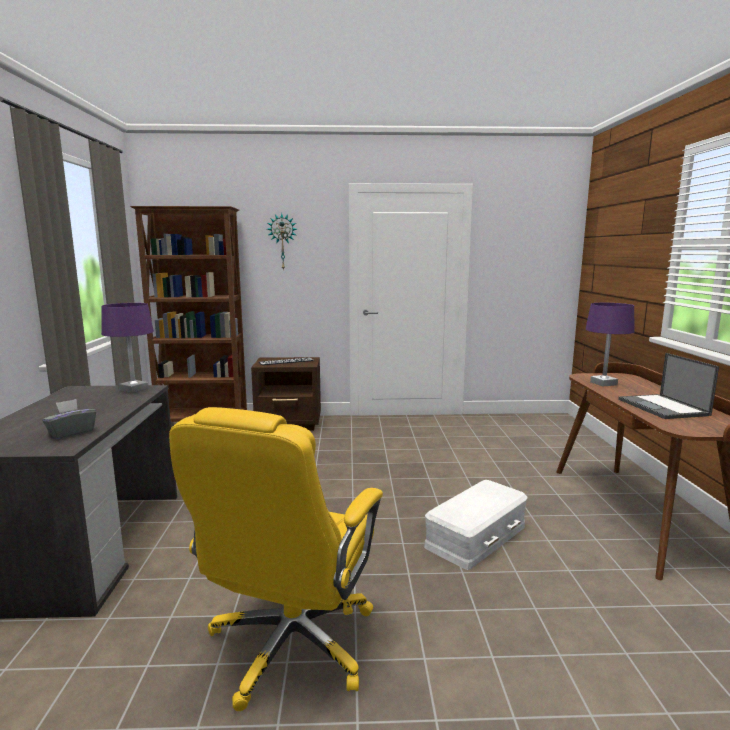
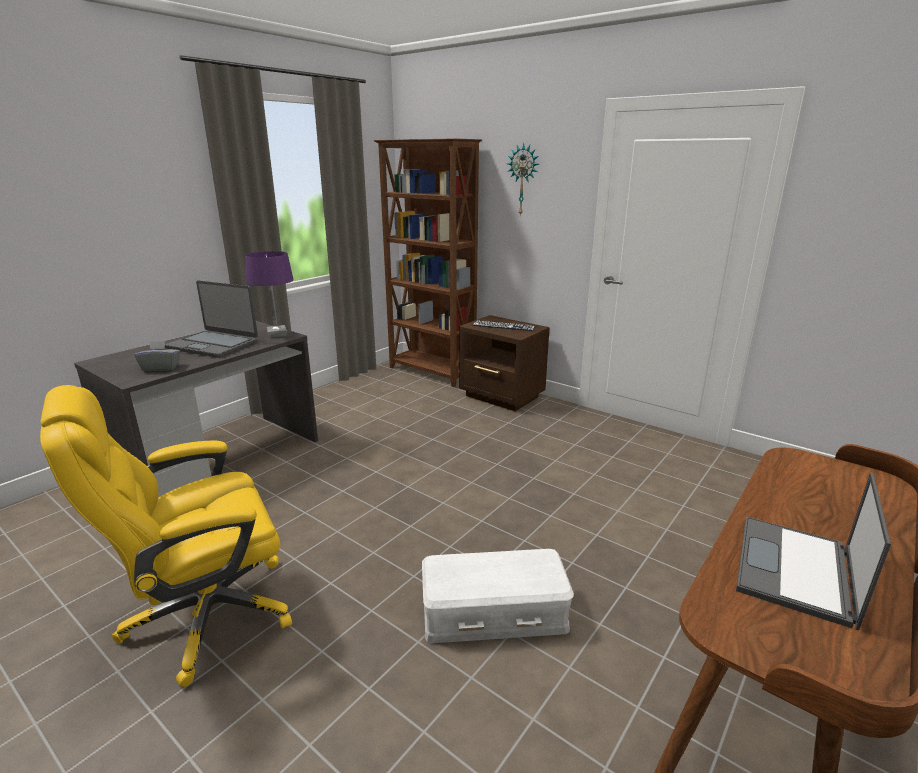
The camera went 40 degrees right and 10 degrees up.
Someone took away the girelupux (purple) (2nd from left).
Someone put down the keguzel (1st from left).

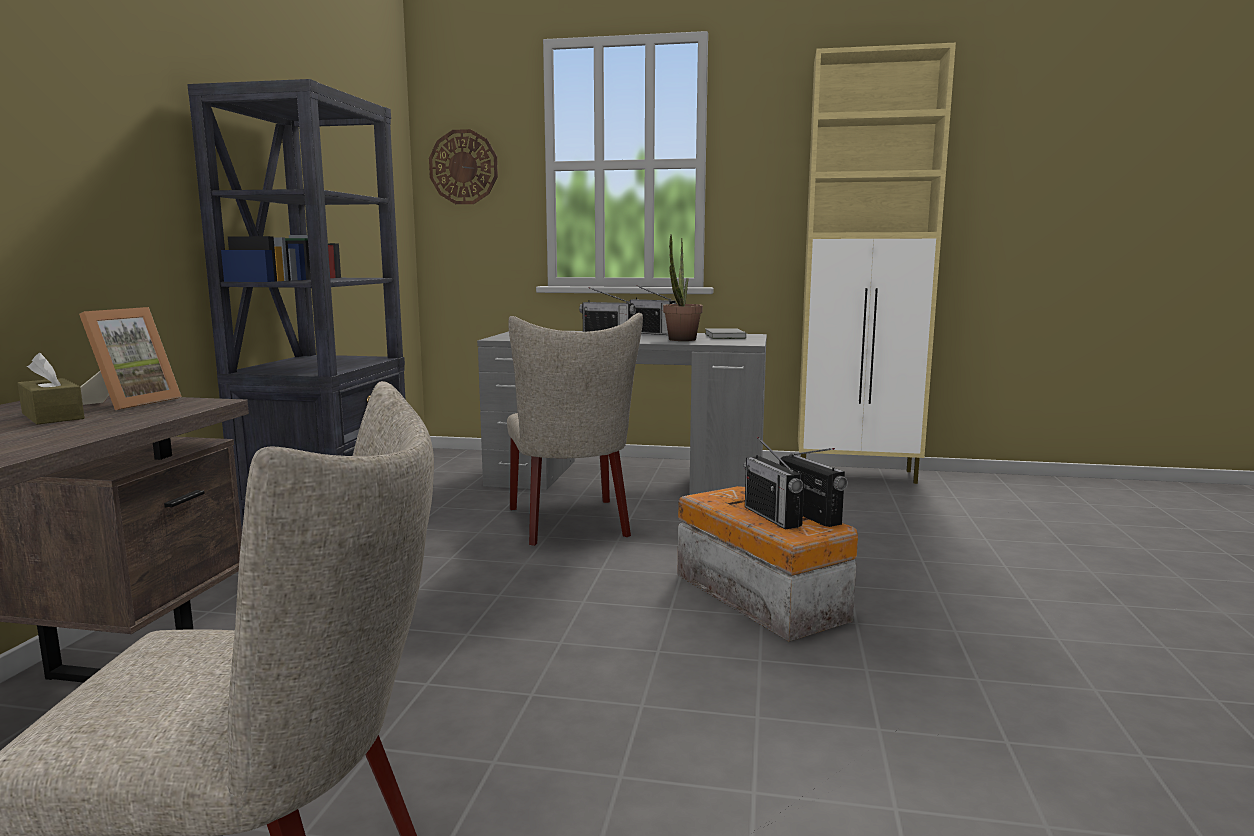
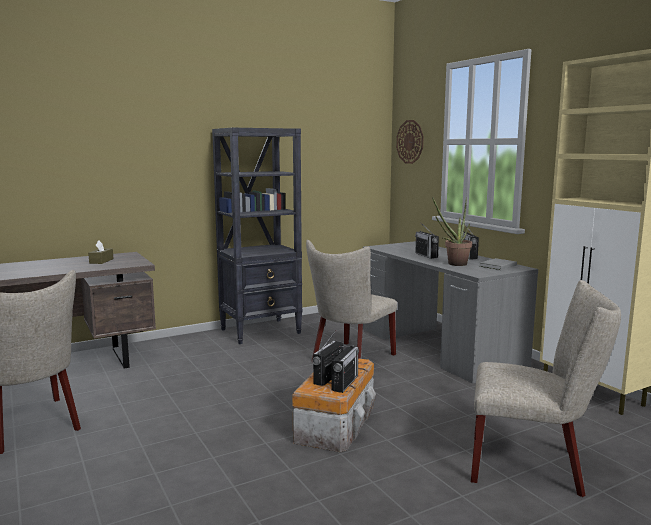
The camera went 50 degrees right and 0 degrees up.
Someone took away the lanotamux.
Someone put down the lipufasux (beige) (3rd from left).

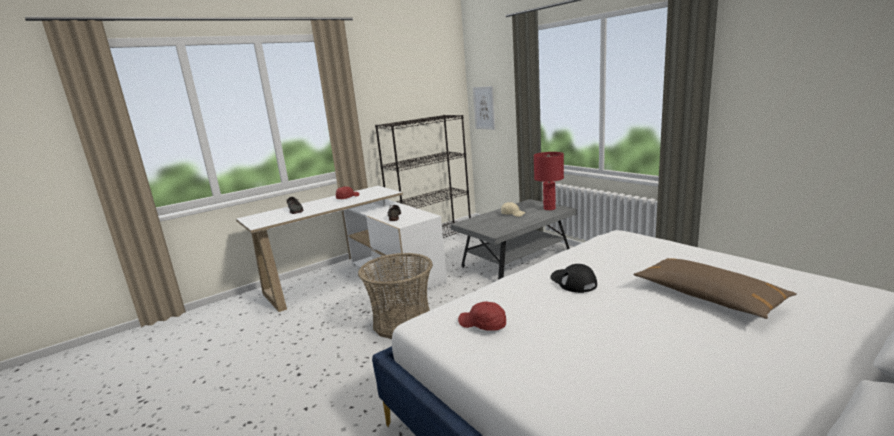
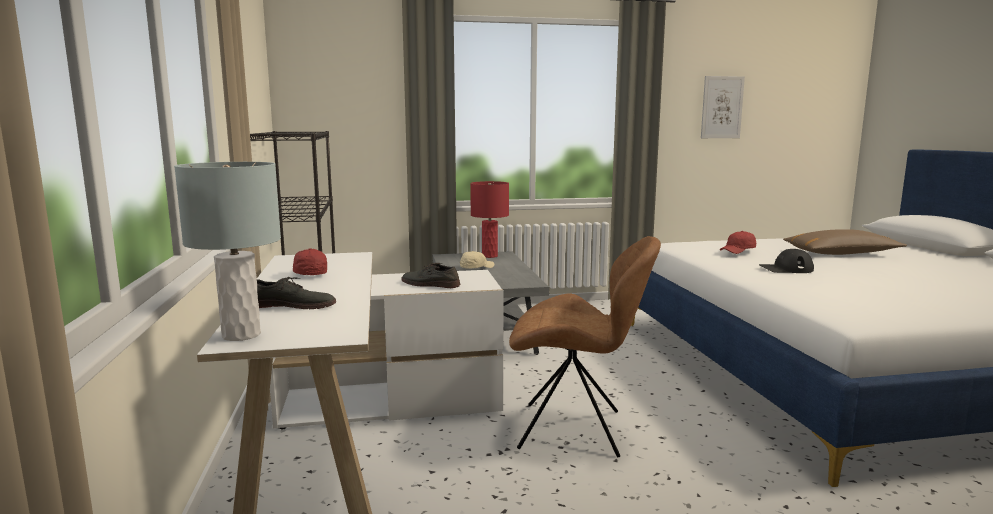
The camera went 65 degrees left and 5 degrees down.
Someone put down the girelupux (grey).
Someone carried the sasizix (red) (2nd from left).
Someone carried the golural.
Someone swapped the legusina for the lipufasux (brown).

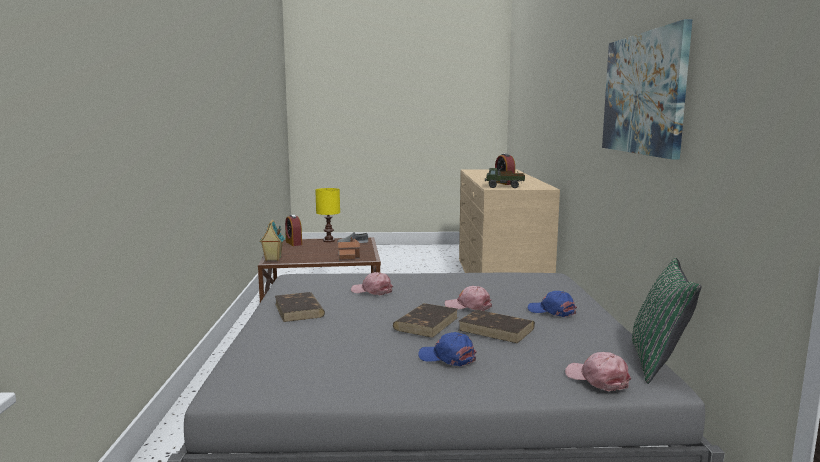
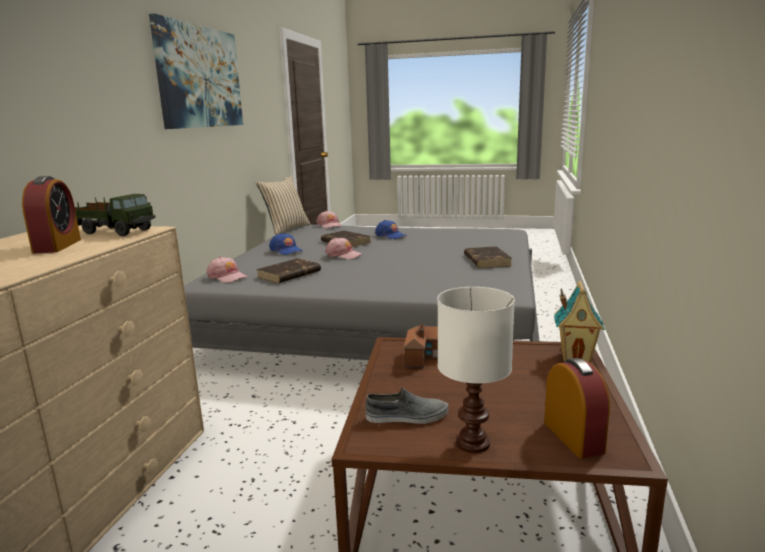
The camera went 165 degrees left and 5 degrees up.
Someone carried the sasizix (pink) (1st from left).
Someone carried the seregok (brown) (2nd from left in the first image).
Someone repainted the girelupux (yellow), which became the girelupux (white).
Someone repainted the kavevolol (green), which became the kavevolol (beige).

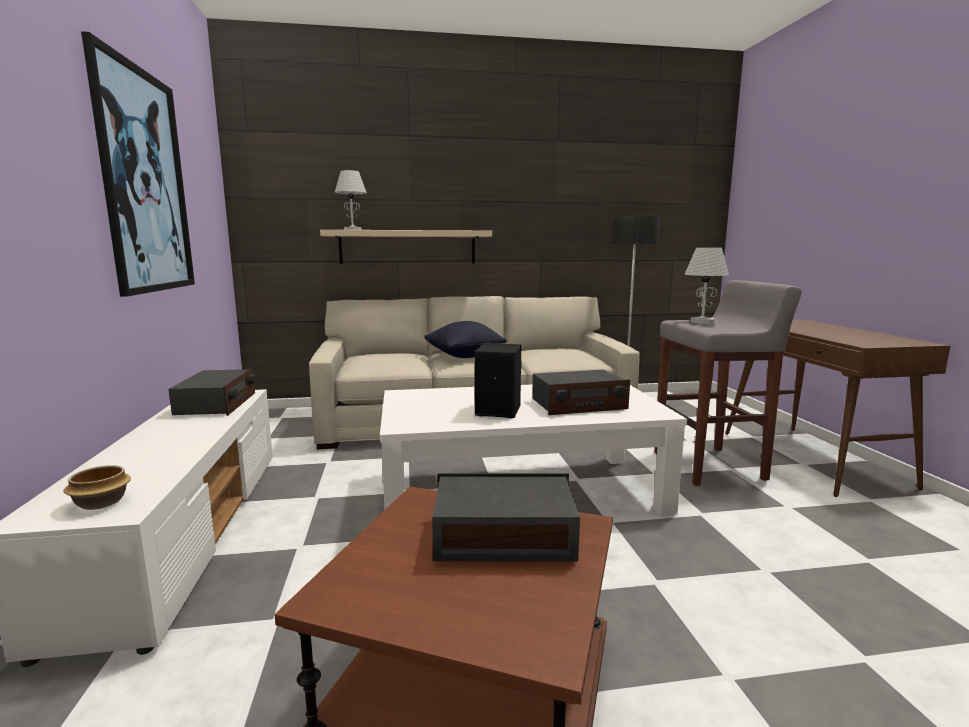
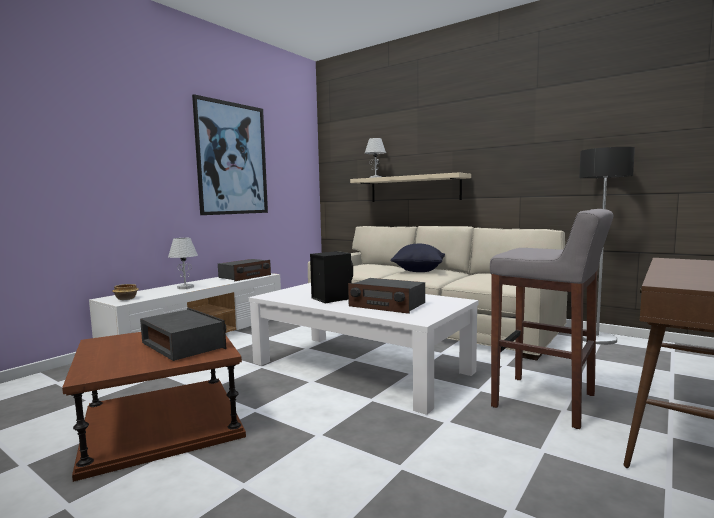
The camera went 45 degrees right and 5 degrees down.
Someone carried the girelupux (white) (2nd from left in the first image).

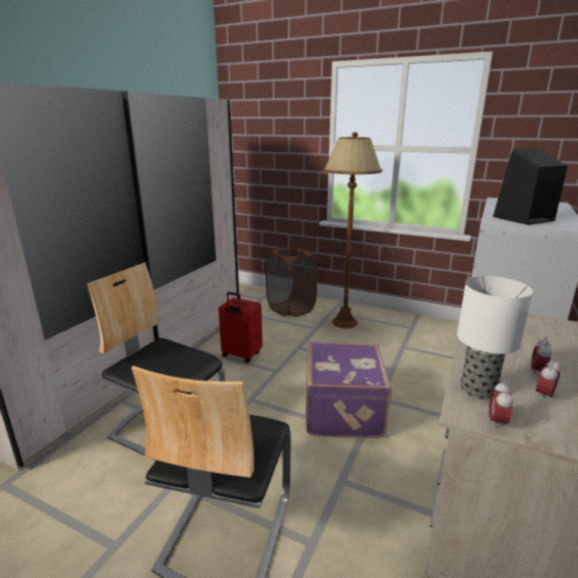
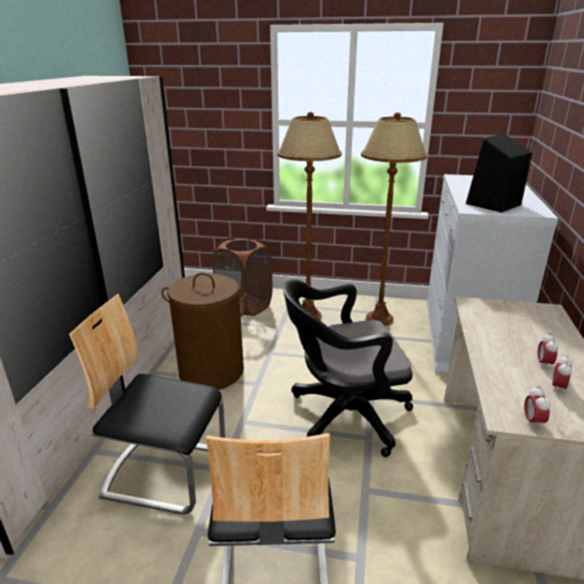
The camera went 15 degrees left and 5 degrees up.
Someone took away the girelupux.
Someone put down the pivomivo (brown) (2nd from left).
Someone swapped the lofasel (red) for the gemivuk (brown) (1st from left).
Someone swapped the lofasel (purple) for the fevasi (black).

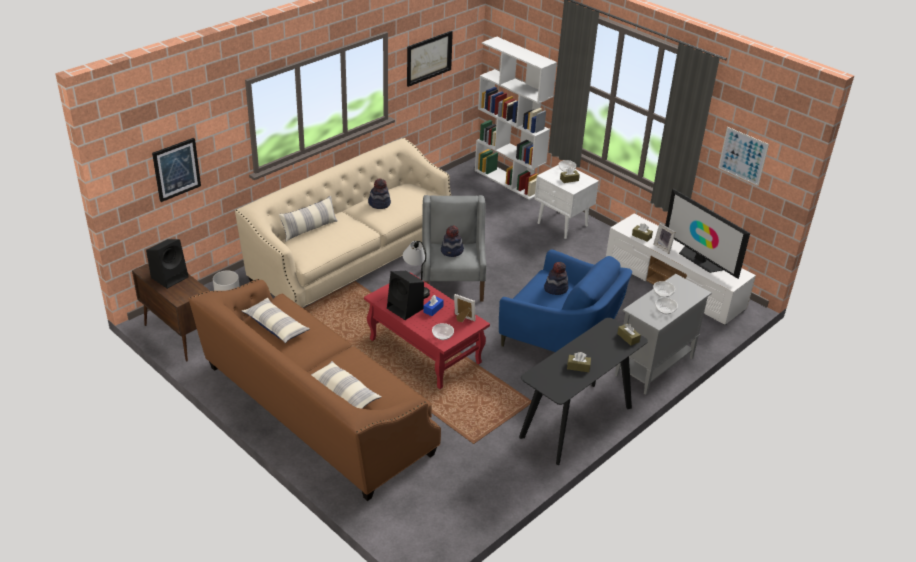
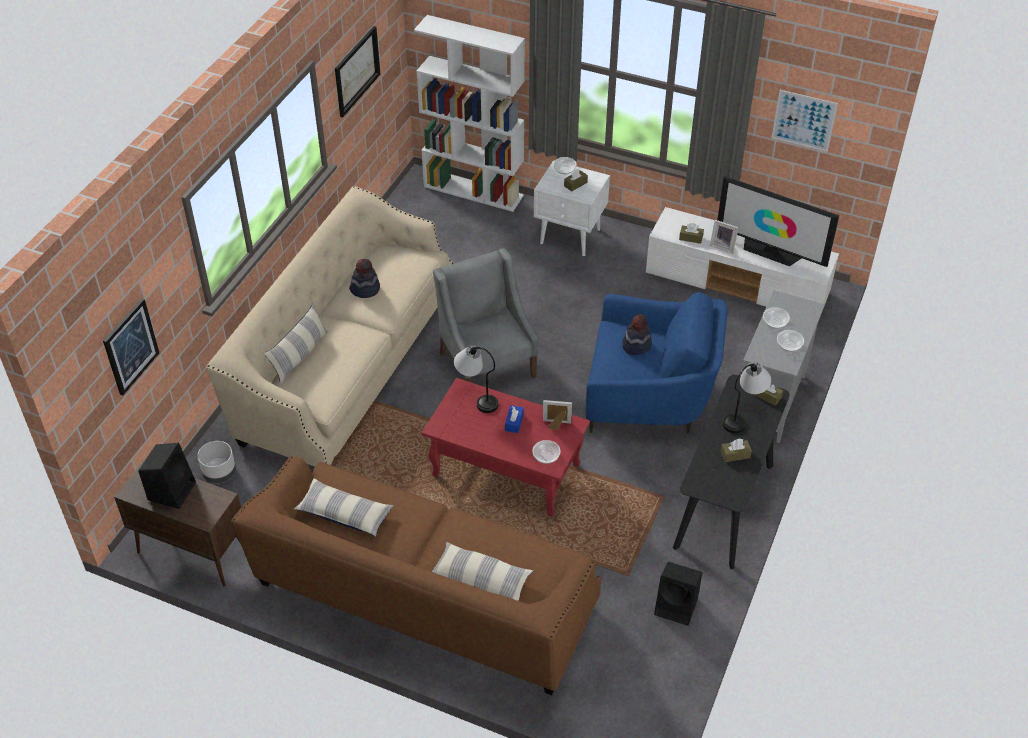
The camera went 20 degrees left and 10 degrees up.
Someone took away the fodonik (2nd from left).
Someone put down the girelupux (2nd from left).
Someone carried the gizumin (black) (2nd from left).

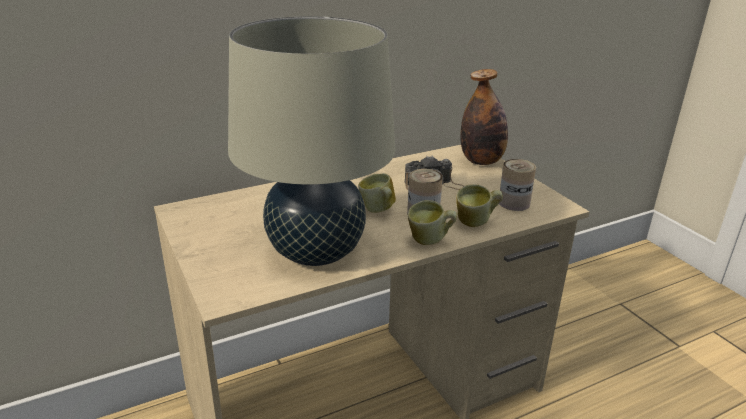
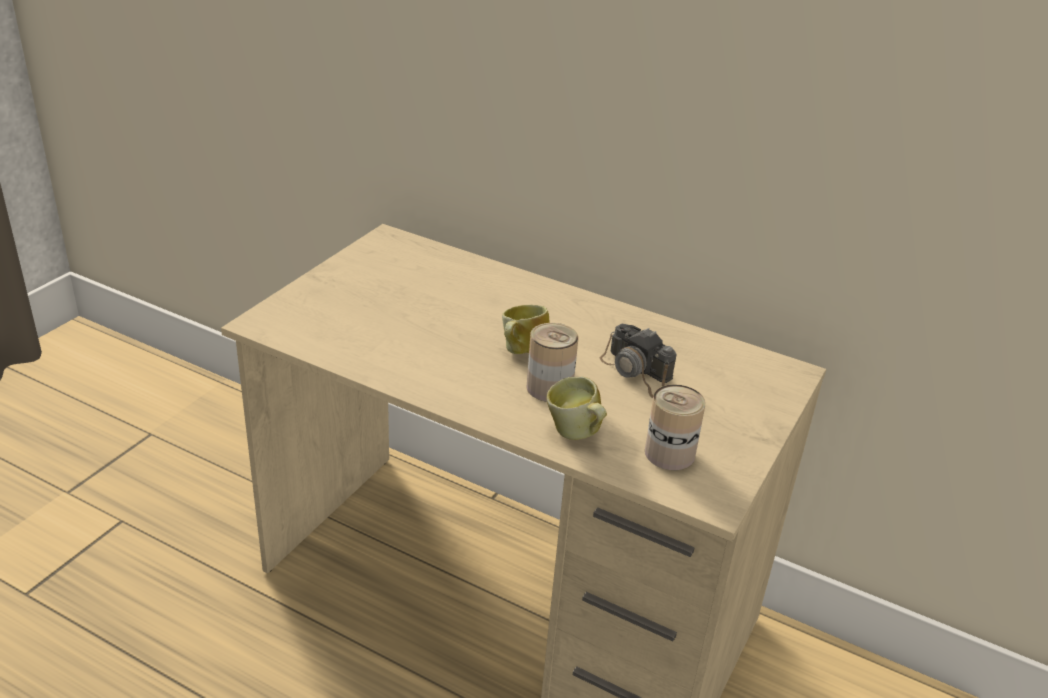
The camera went 55 degrees right and 5 degrees up.
Someone took away the girelupux (beige).
Someone took away the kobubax (2nd from left).
Someone took away the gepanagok.

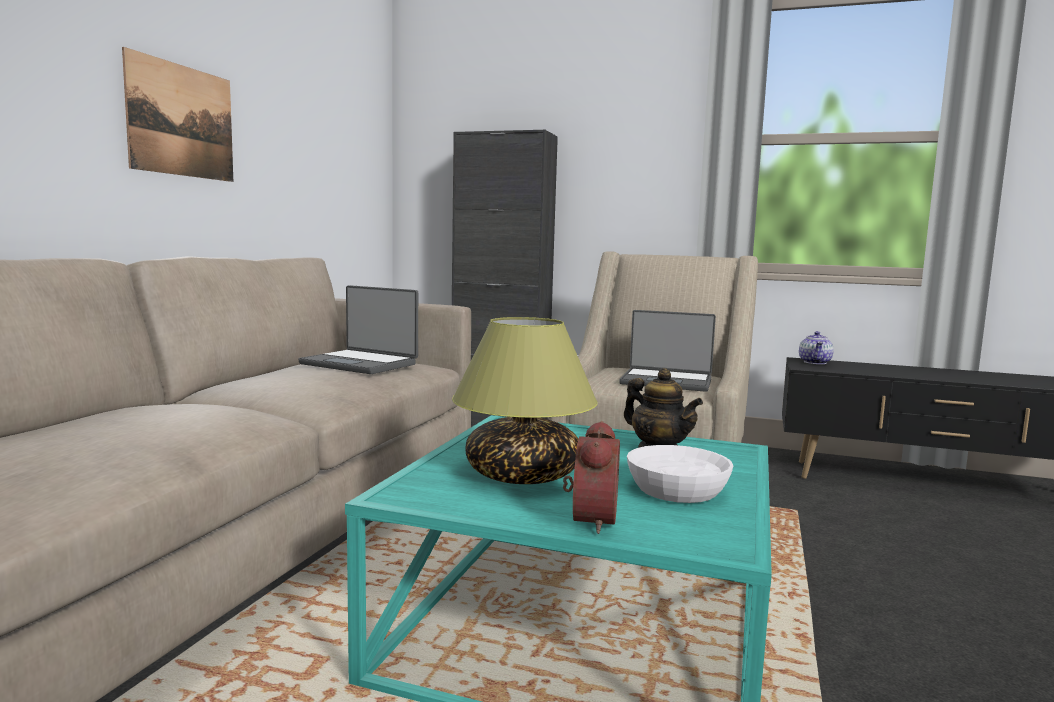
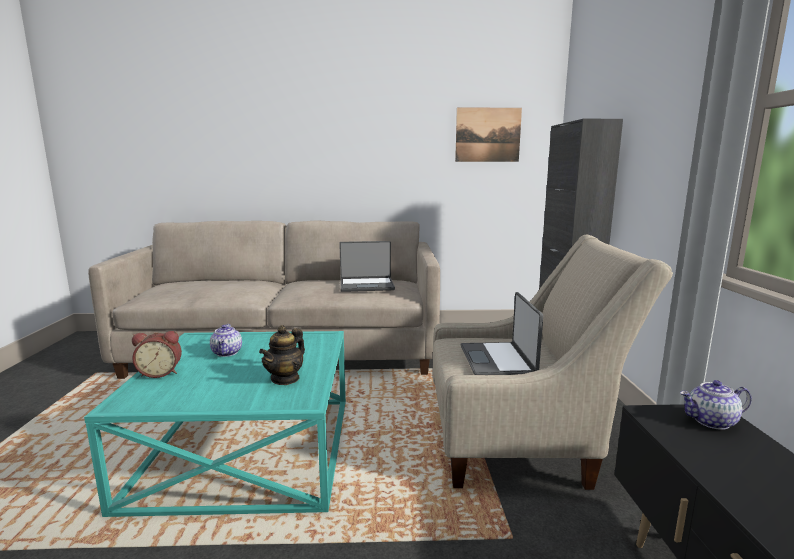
The camera went 70 degrees right and 5 degrees up.
Someone took away the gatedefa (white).
Someone carried the golural.
Someone swapped the girelupux for the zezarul (1st from left).
Someone rotated the keguzel (1st from left) by 105 degrees counterclockwise.

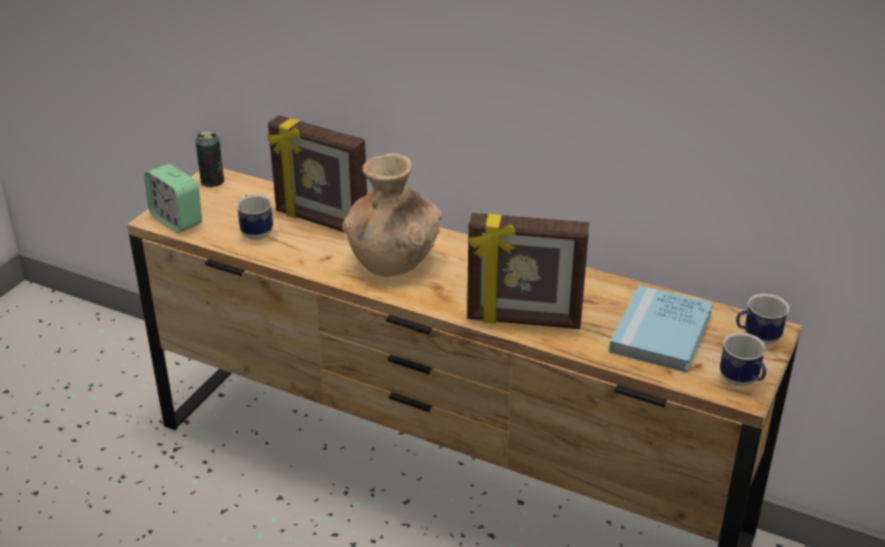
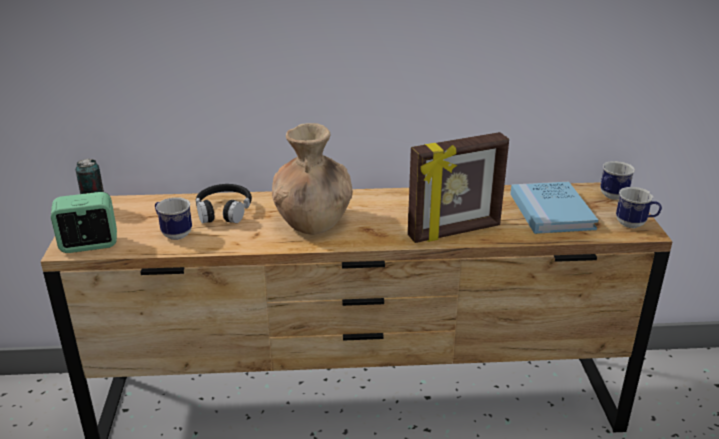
The camera went 30 degrees left and 5 degrees down.
Someone swapped the lanotamux (1st from left) for the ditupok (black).
Someone rotated the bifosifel by 150 degrees clockwise.

